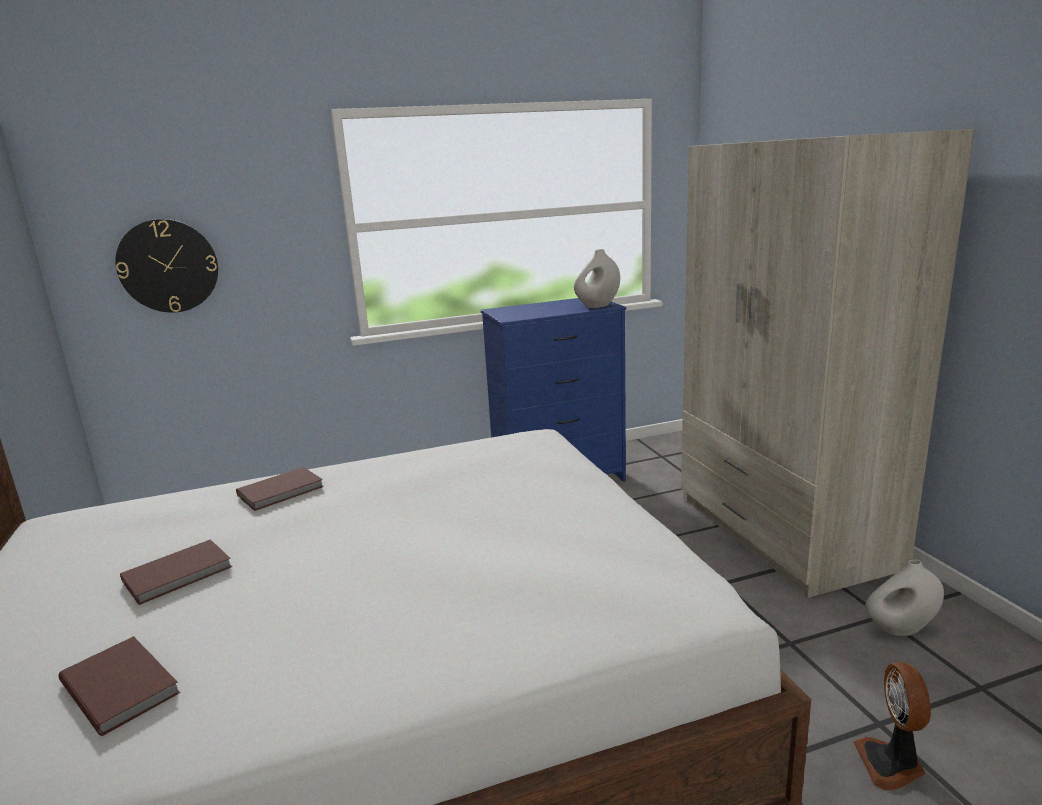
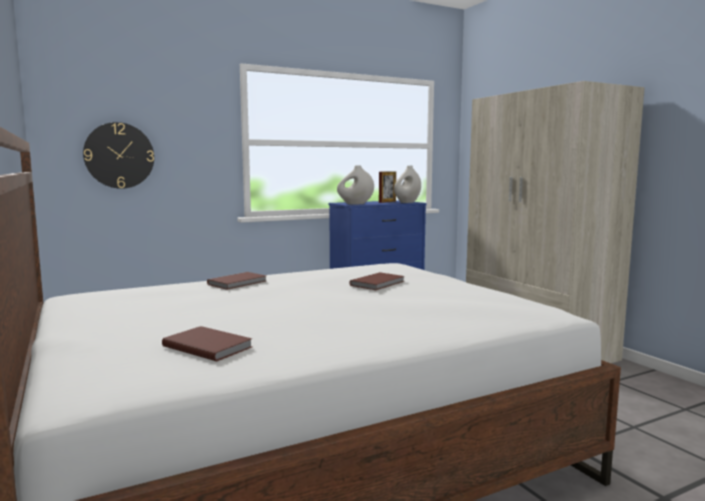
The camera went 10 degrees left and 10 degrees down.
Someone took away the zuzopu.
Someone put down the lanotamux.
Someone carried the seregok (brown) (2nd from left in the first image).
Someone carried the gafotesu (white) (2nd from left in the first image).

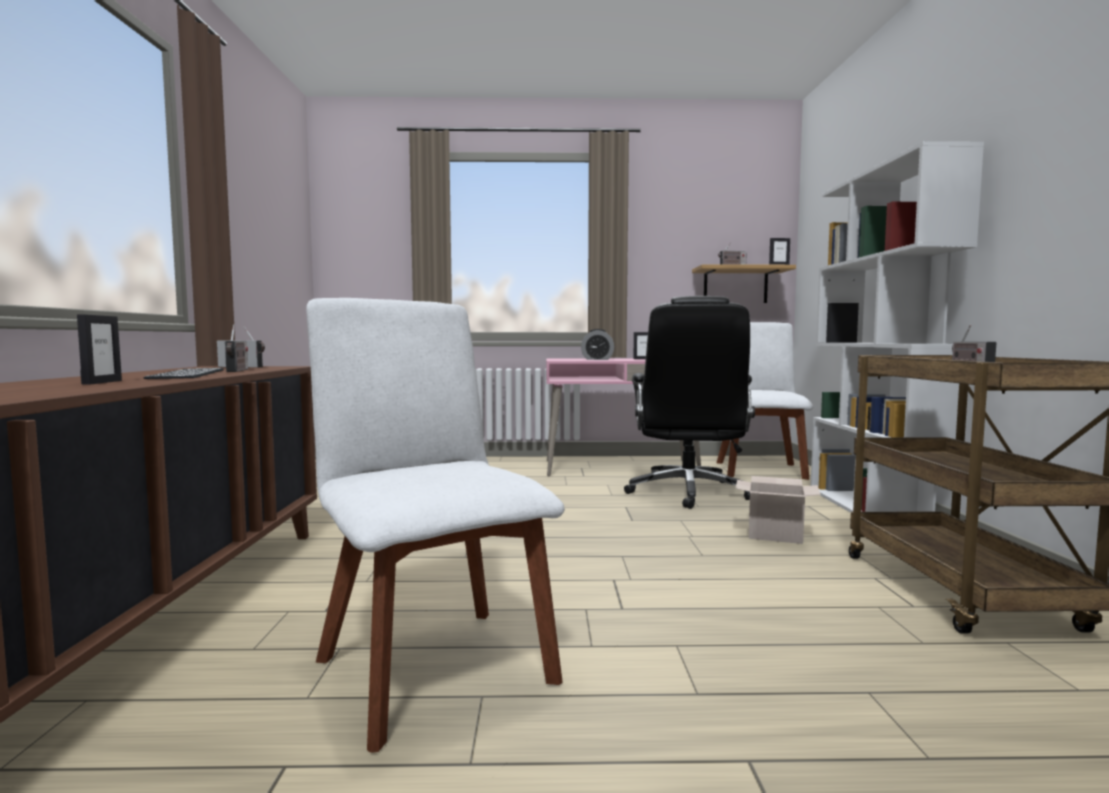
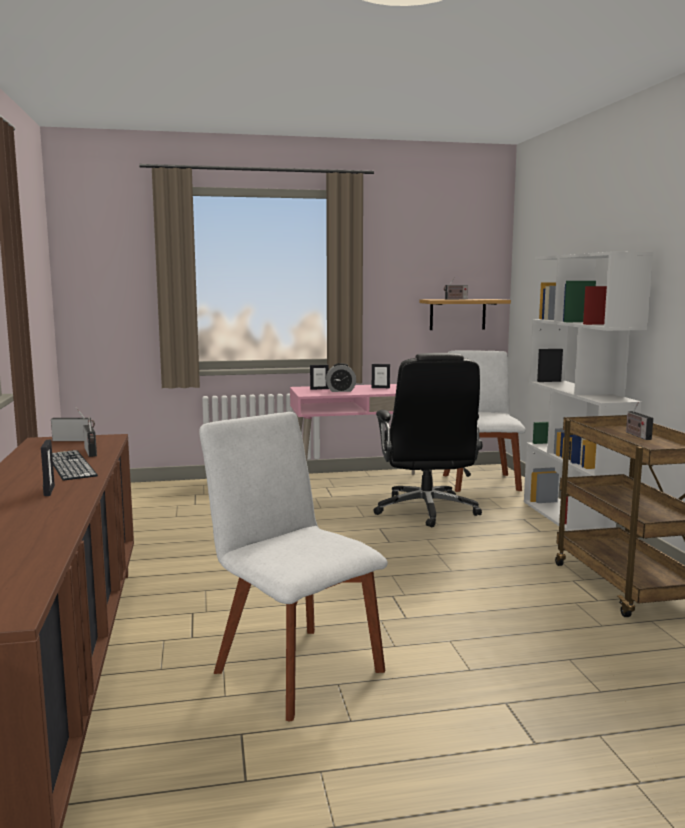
The camera went 10 degrees left and 5 degrees up.
Someone took away the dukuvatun.
Someone carried the lanotamux (3rd from left in the first image).

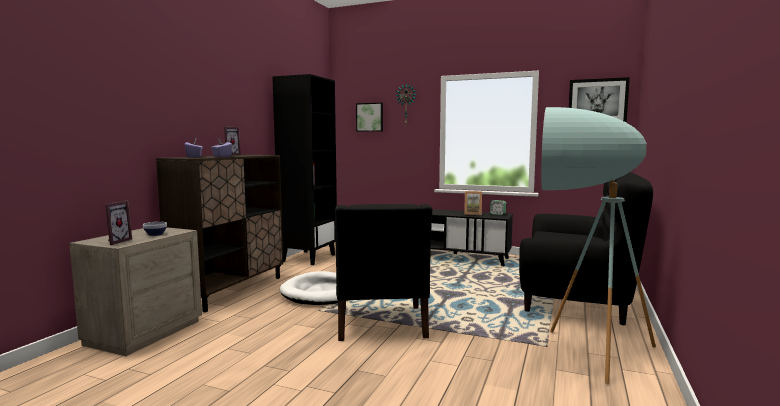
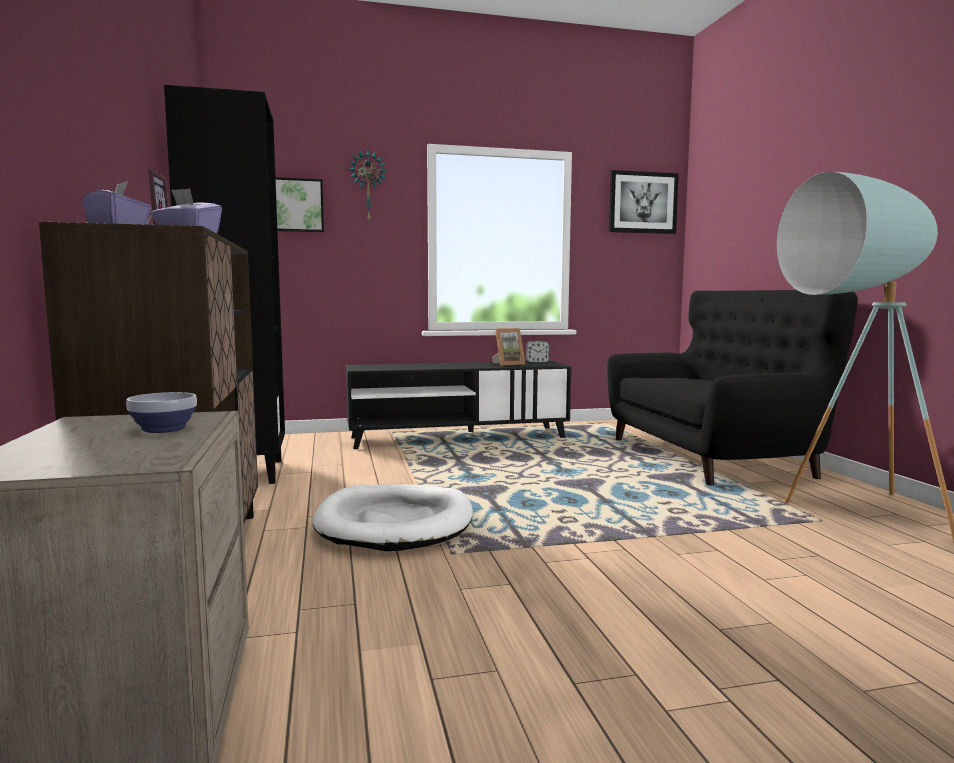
The camera went 35 degrees left and 0 degrees up.
Someone took away the lanotamux (1st from left).
Someone took away the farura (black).

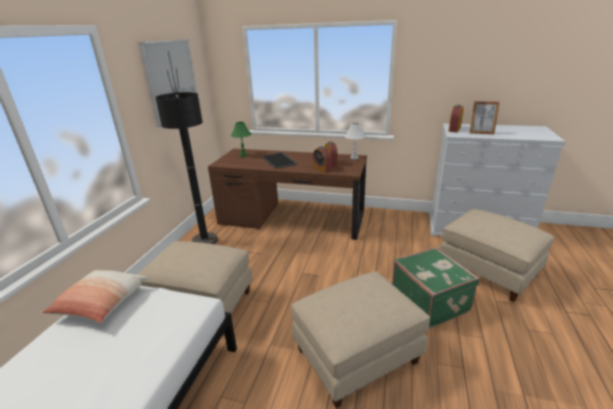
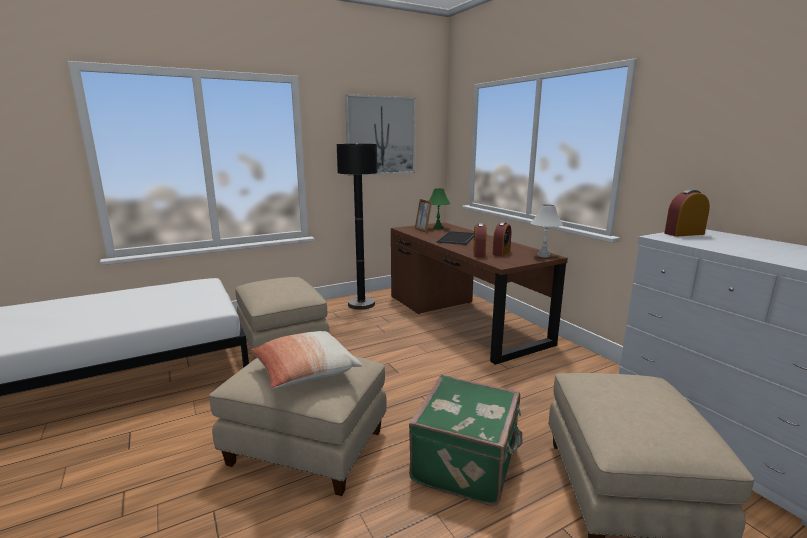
The camera went 45 degrees right and 10 degrees down.
Someone carried the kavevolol.
Someone carried the lanotamux.

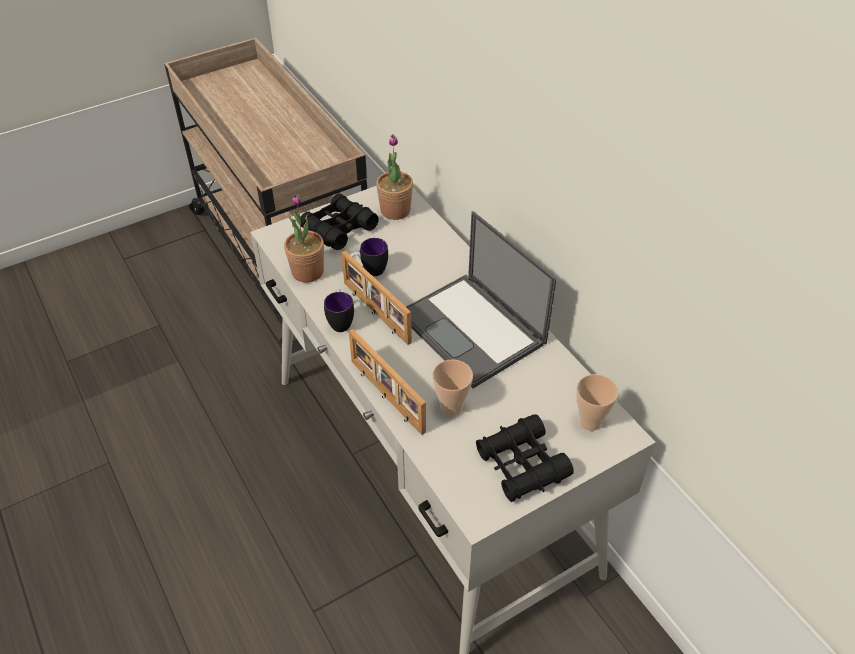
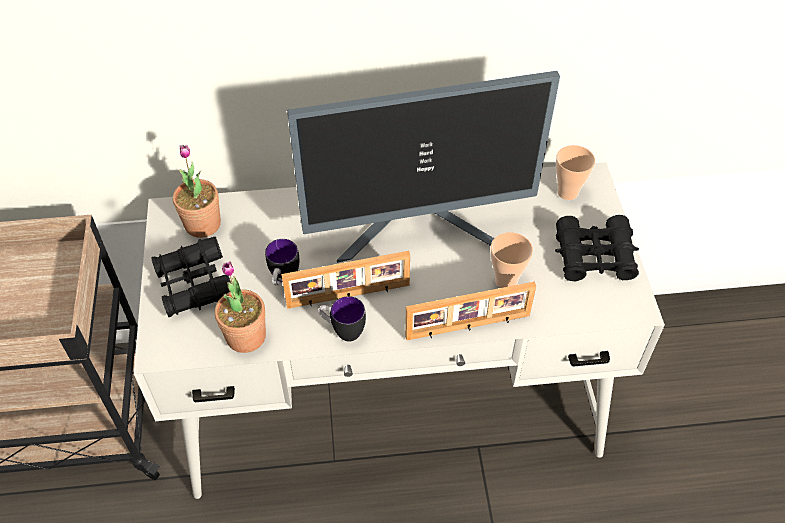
The camera went 65 degrees left and 5 degrees up.
Someone swapped the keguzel for the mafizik.

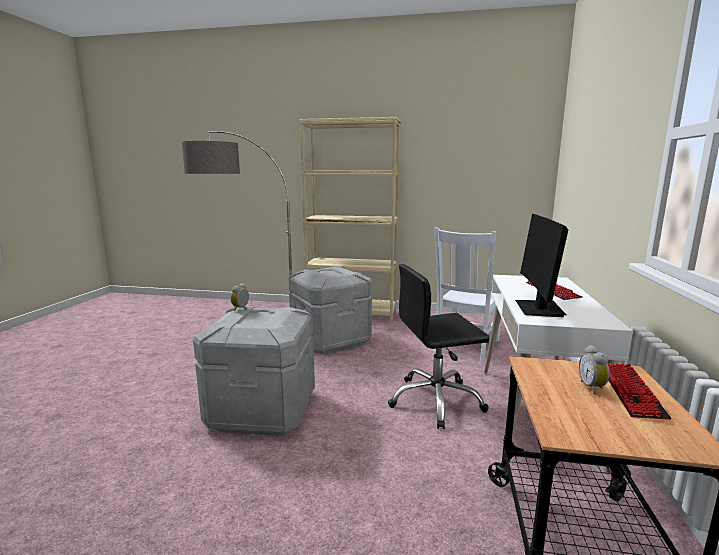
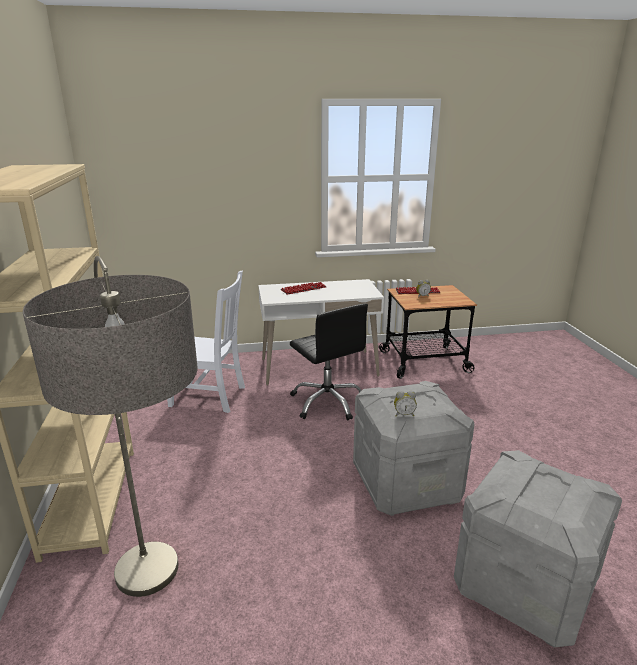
The camera went 110 degrees left and 10 degrees up.
Someone took away the mafizik.
Someone carried the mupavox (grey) (2nd from left).

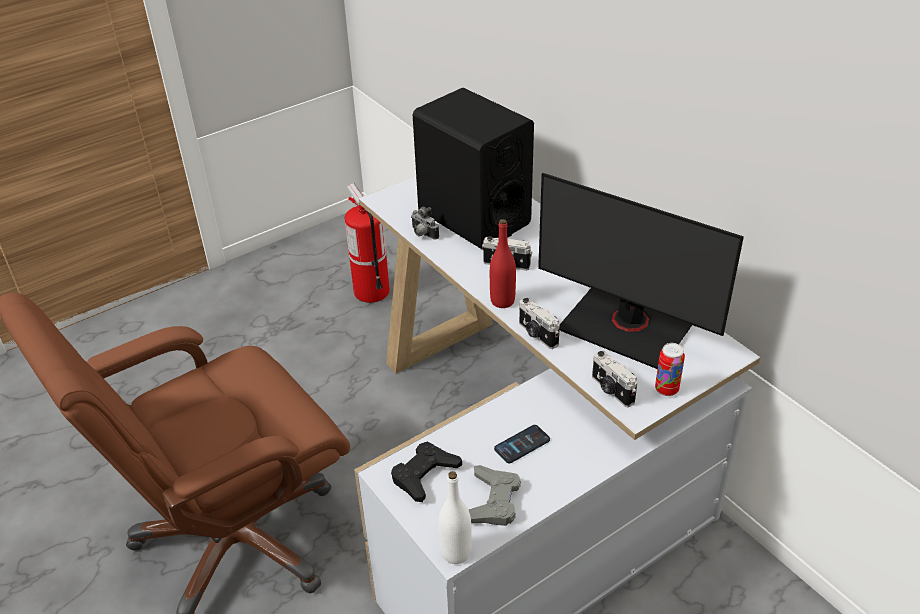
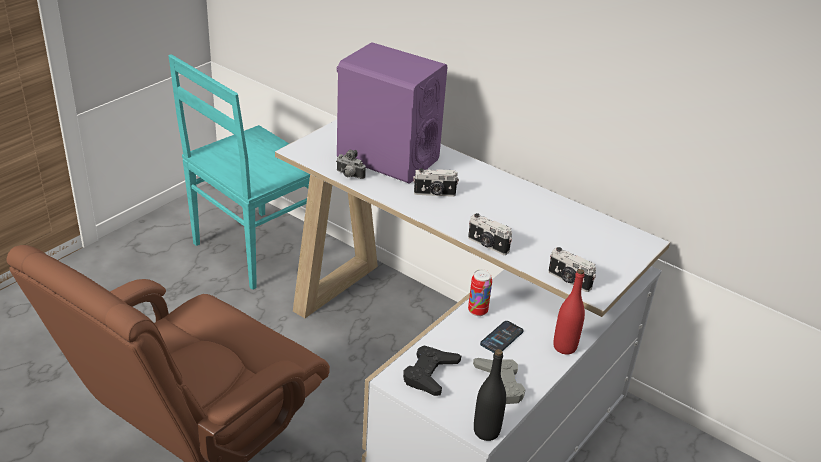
The camera went 20 degrees left and 5 degrees down.
Someone took away the mafizik.
Someone carried the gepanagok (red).
Someone carried the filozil.
Someone swapped the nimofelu for the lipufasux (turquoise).
Someone repainted the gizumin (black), which became the gizumin (purple).
Someone repainted the gepanagok (white), which became the gepanagok (black).

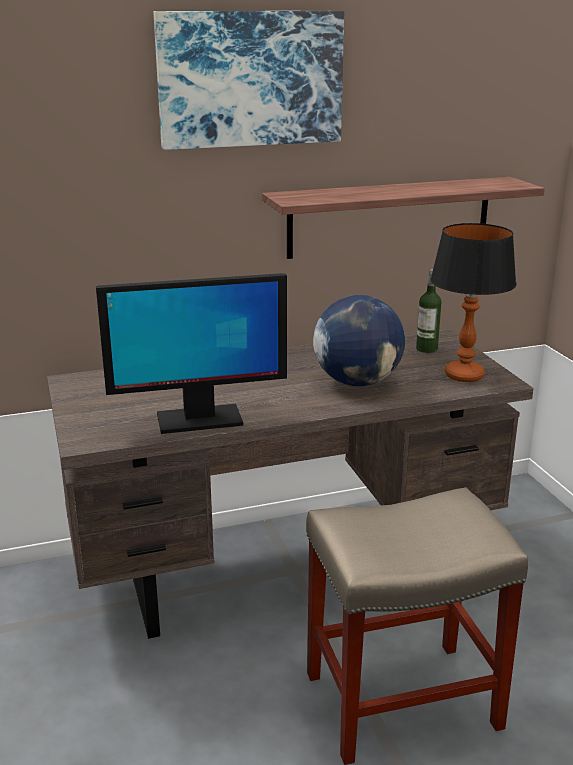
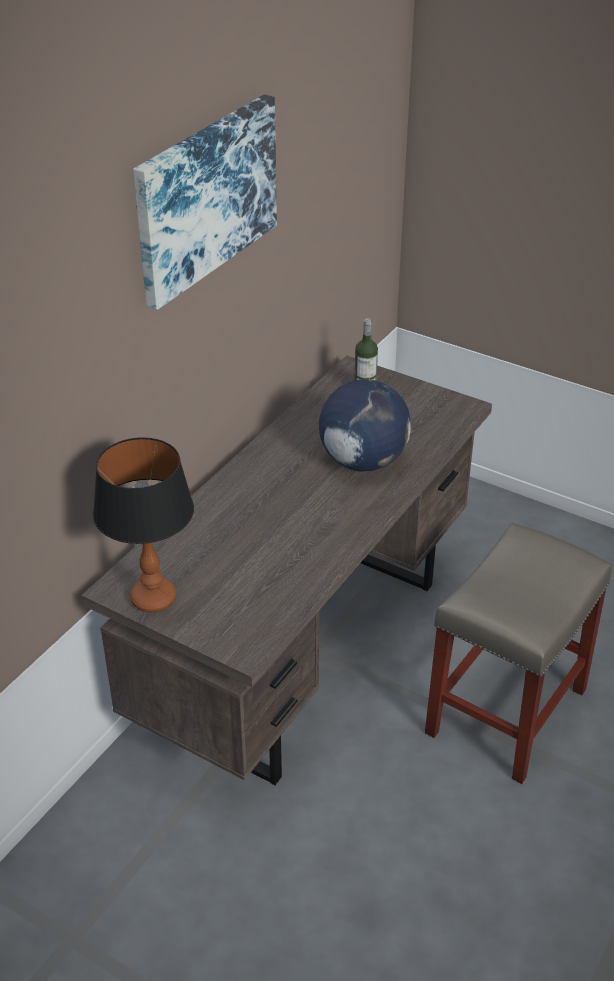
The camera went 40 degrees left and 15 degrees up.
Someone took away the mafizik.
Someone took away the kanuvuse.
Someone carried the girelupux.

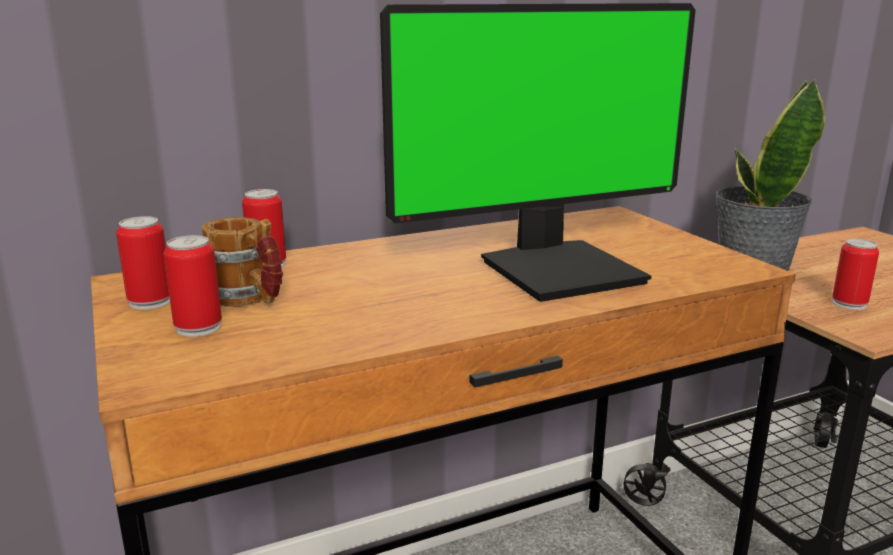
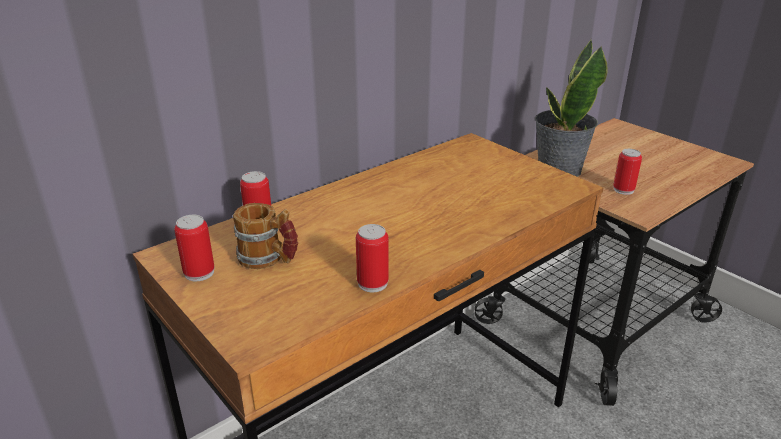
The camera went 15 degrees left and 10 degrees up.
Someone took away the mafizik.
Someone carried the filozil (2nd from left in the first image).

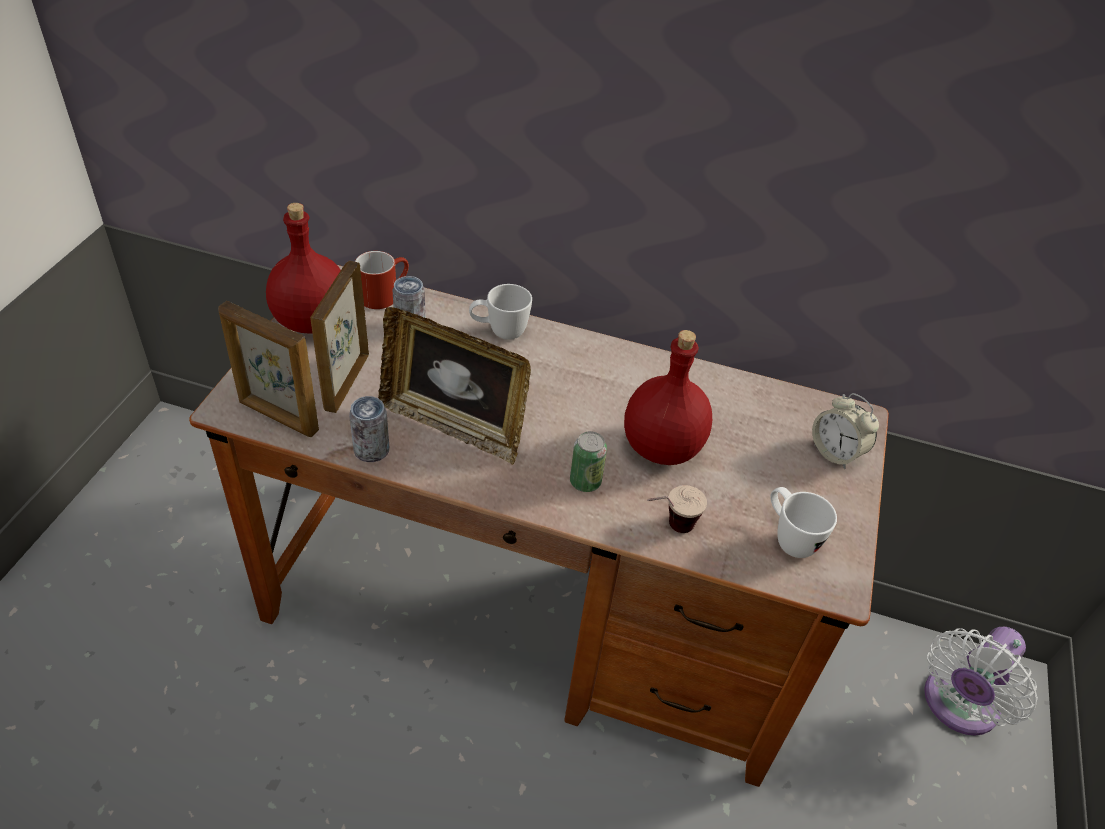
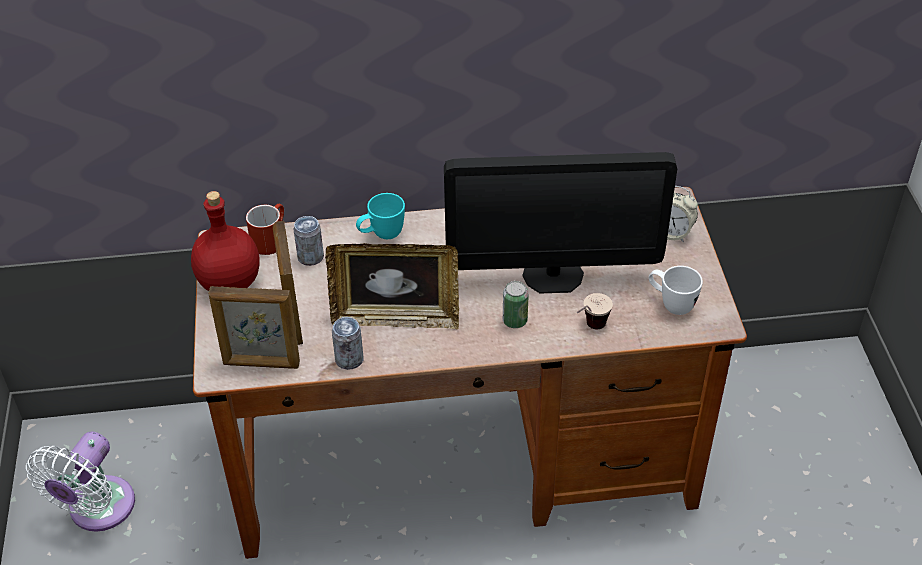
The camera went 20 degrees left and 0 degrees up.
Someone carried the zuzopu (white).
Someone swapped the gepanagok (red) (2nd from left) for the mafizik.
Someone repainted the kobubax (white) (1st from left), which became the kobubax (turquoise).

